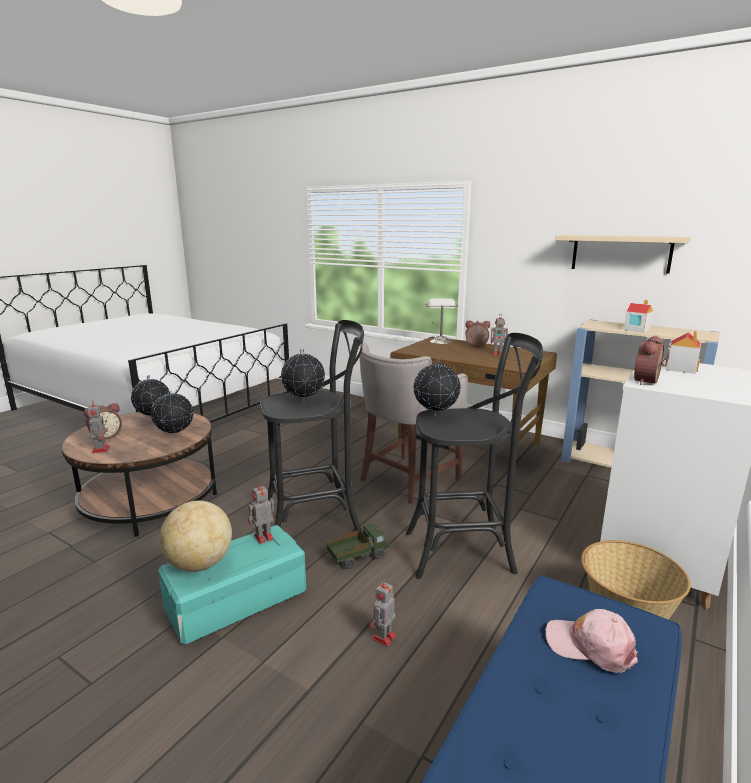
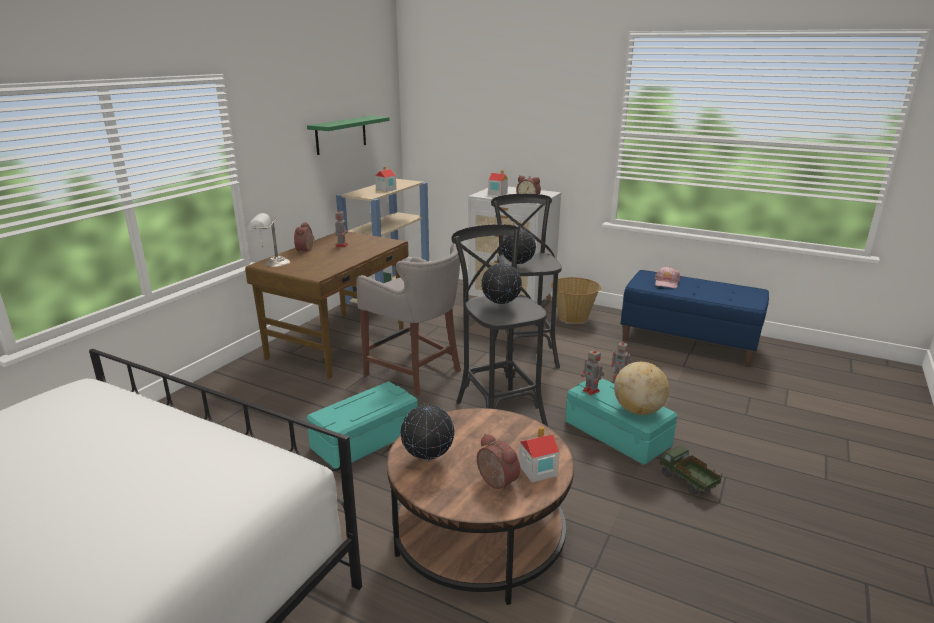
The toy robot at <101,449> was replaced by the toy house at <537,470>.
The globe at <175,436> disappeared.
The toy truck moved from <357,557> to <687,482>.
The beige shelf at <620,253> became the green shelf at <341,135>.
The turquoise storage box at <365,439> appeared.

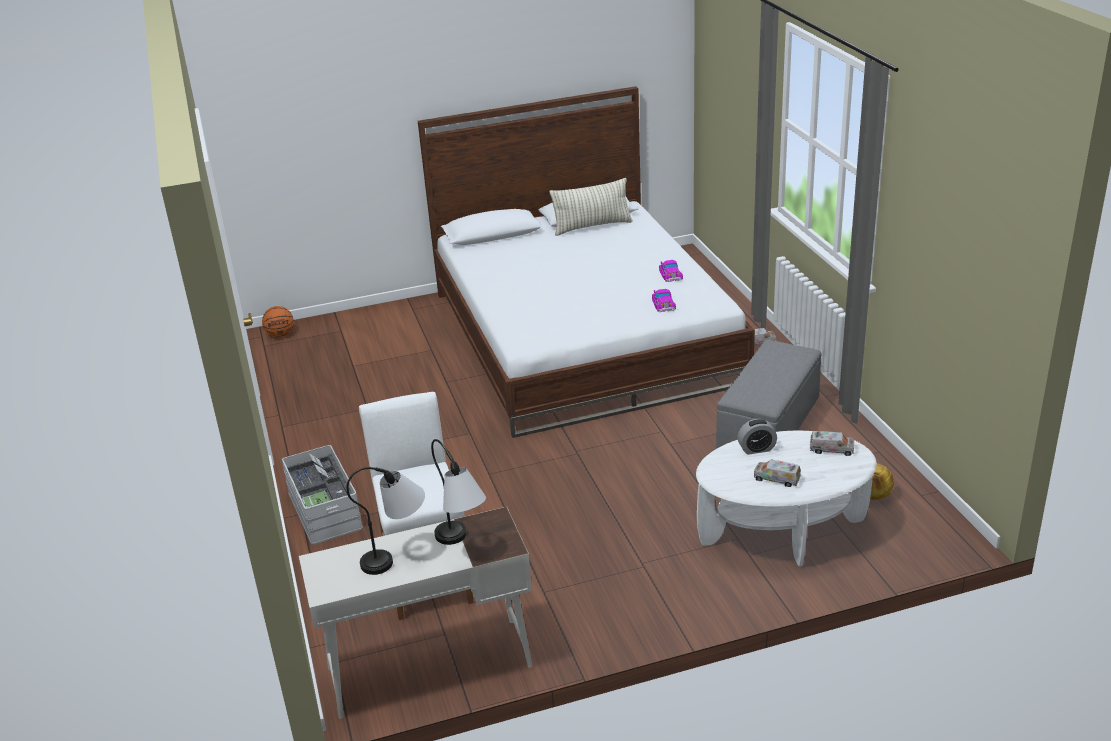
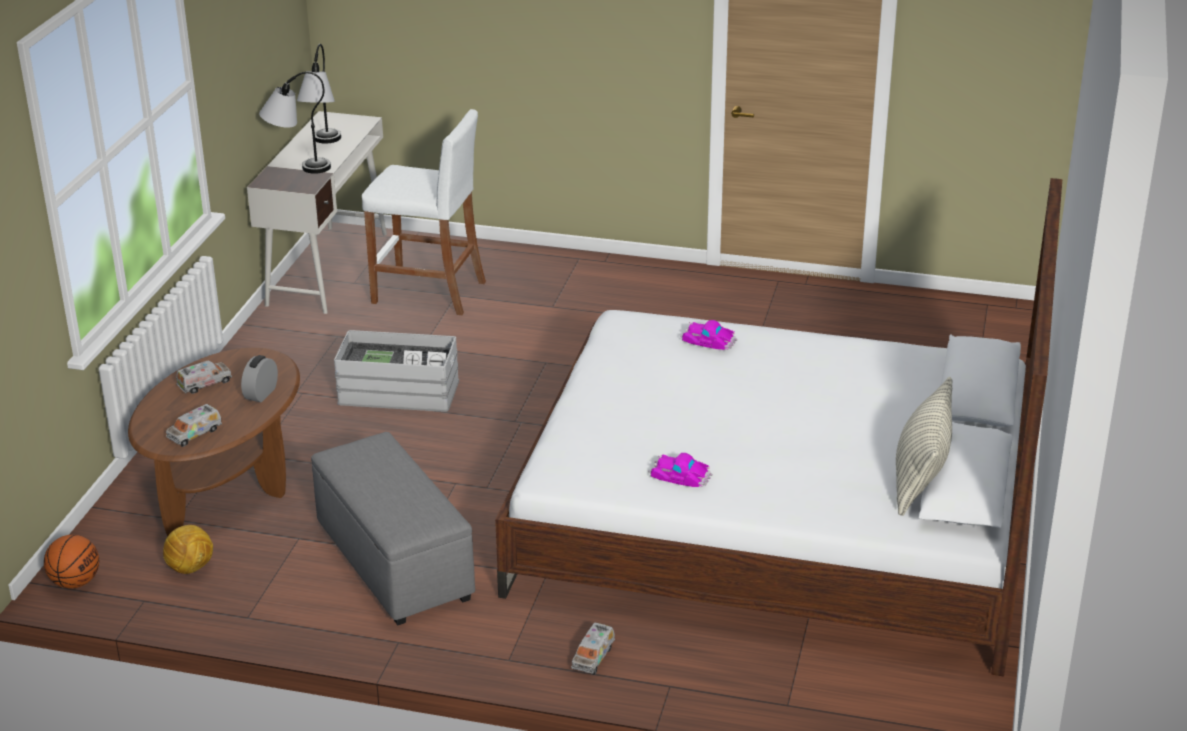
The basketball moved from <280,335> to <75,582>.
The grey storage box moved from <323,510> to <399,391>.
The toy car moved from <663,303> to <708,340>.
The white coffee table at <782,532> became the brown coffee table at <227,484>.

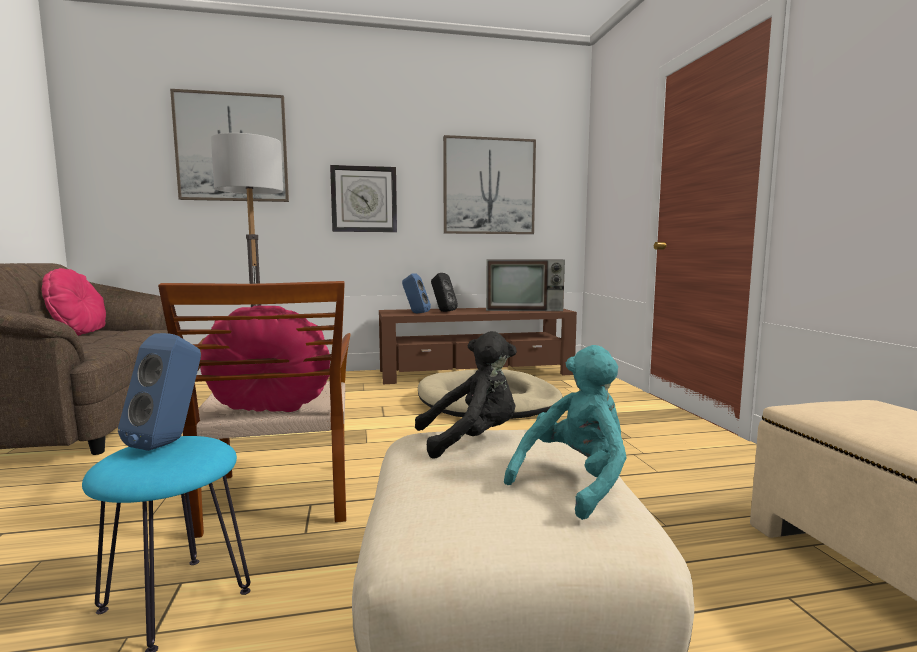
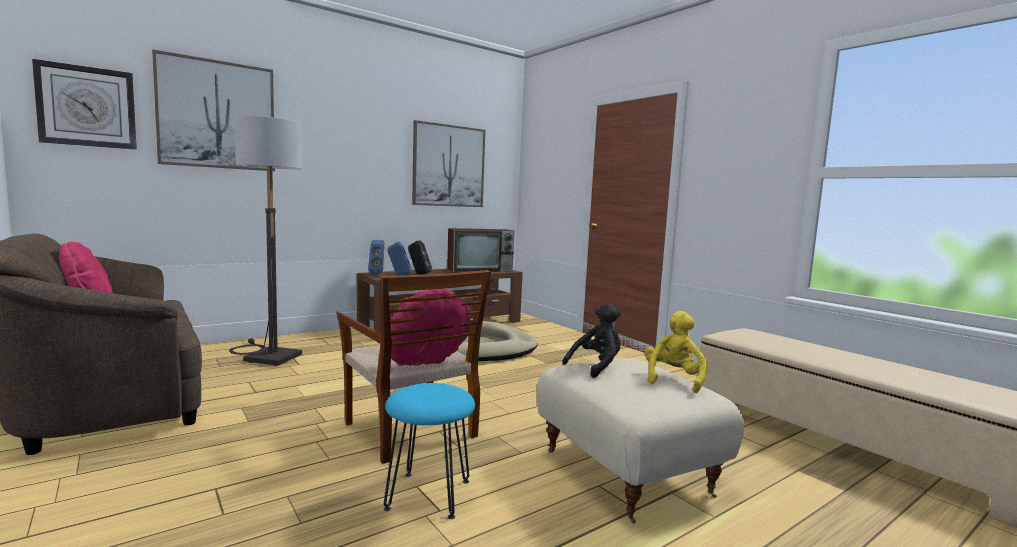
The blue speaker moved from <169,442> to <377,274>.
The wall clock moved from <364,199> to <87,107>.
The turquoise plush toy at <575,482> became the yellow plush toy at <673,379>.

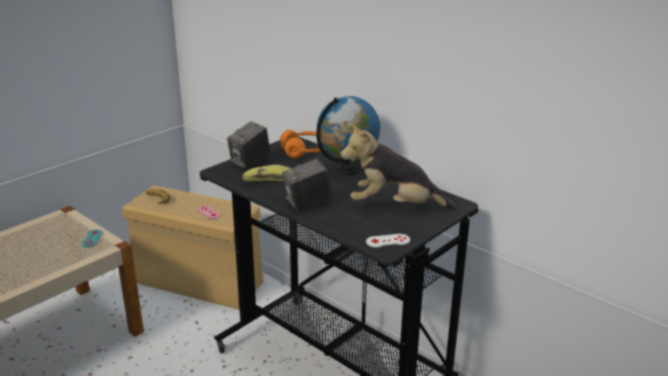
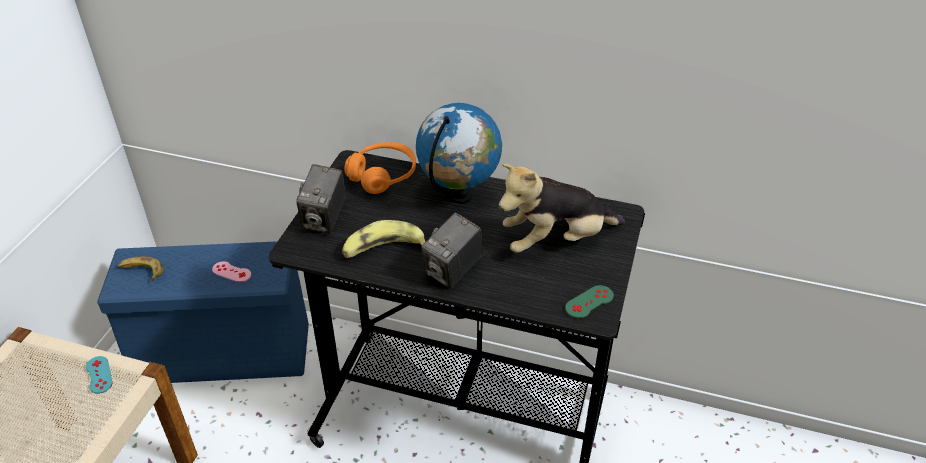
The beige storage box at <196,282> became the blue storage box at <220,354>.
The white game controller at <388,241> became the green game controller at <589,302>.

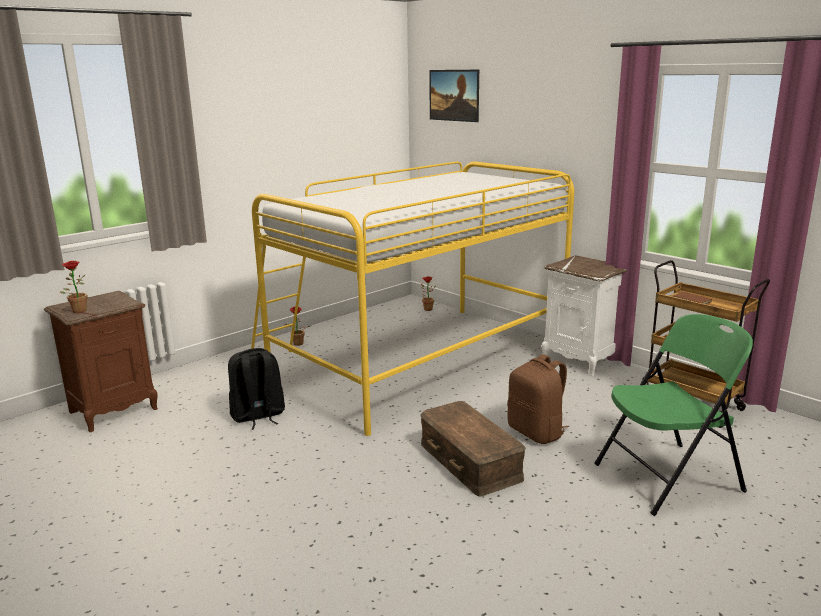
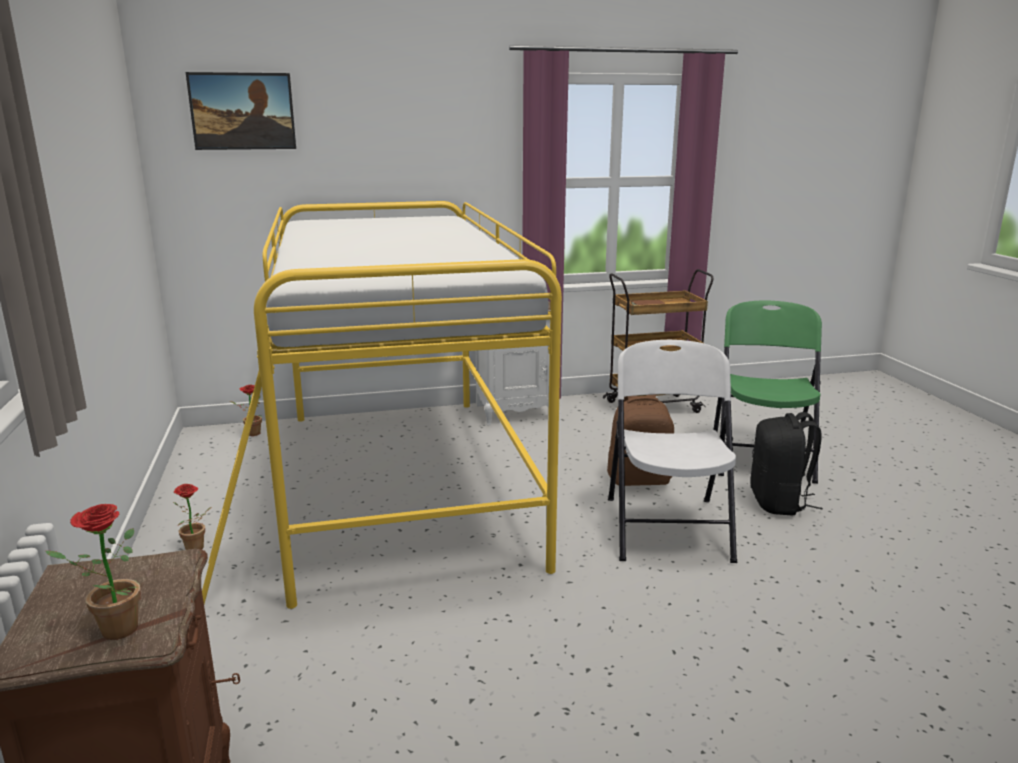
The black backpack moved from <258,416> to <779,503>.
The brown storage box at <471,461> was replaced by the white chair at <668,529>.

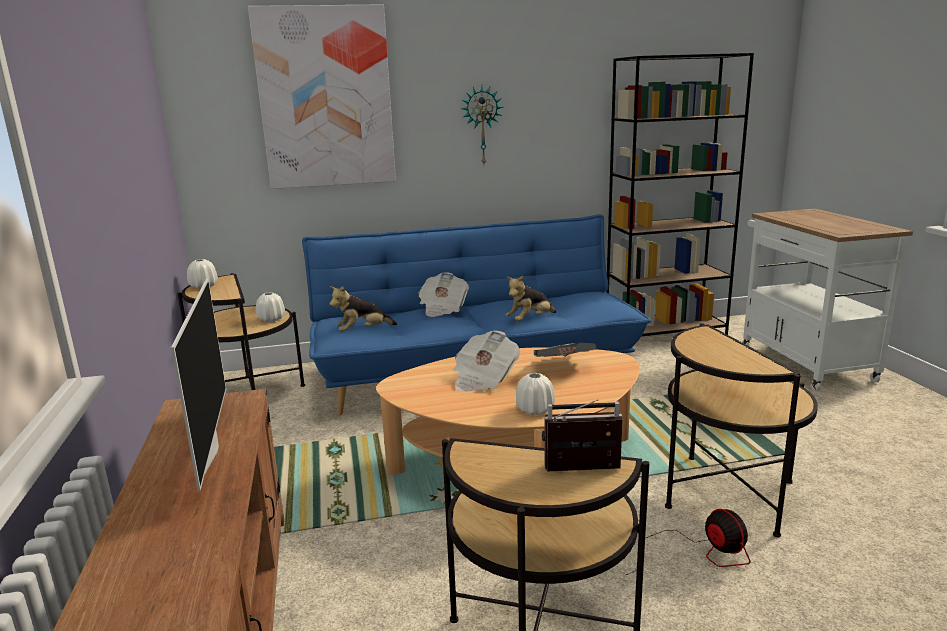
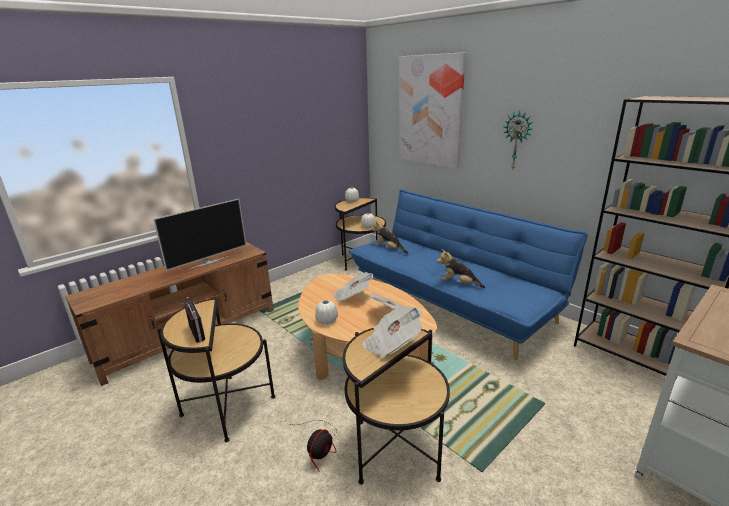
The newspaper moved from <442,308> to <392,344>.

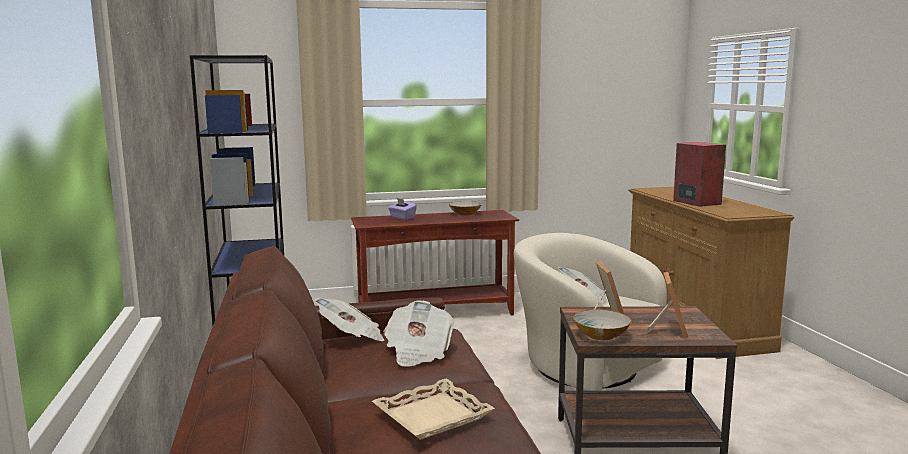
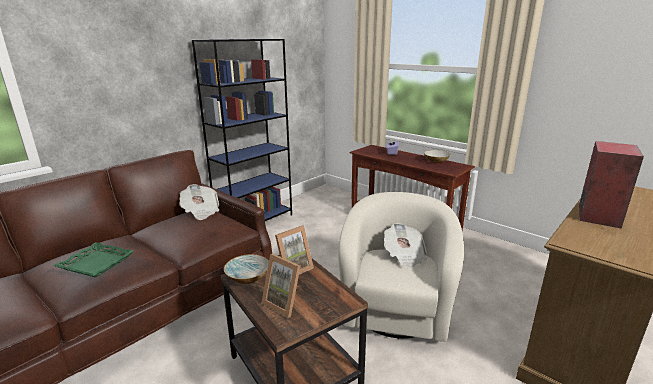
The beige tray at <433,416> became the green tray at <96,264>.
The newspaper at <418,352> disappeared.
The picture frame at <668,330> turned 60 degrees clockwise.

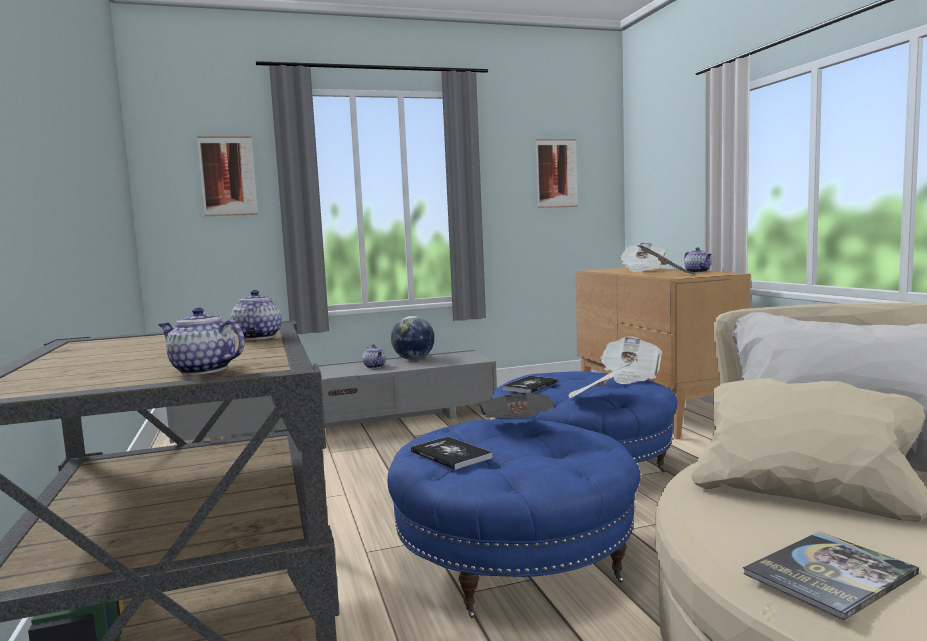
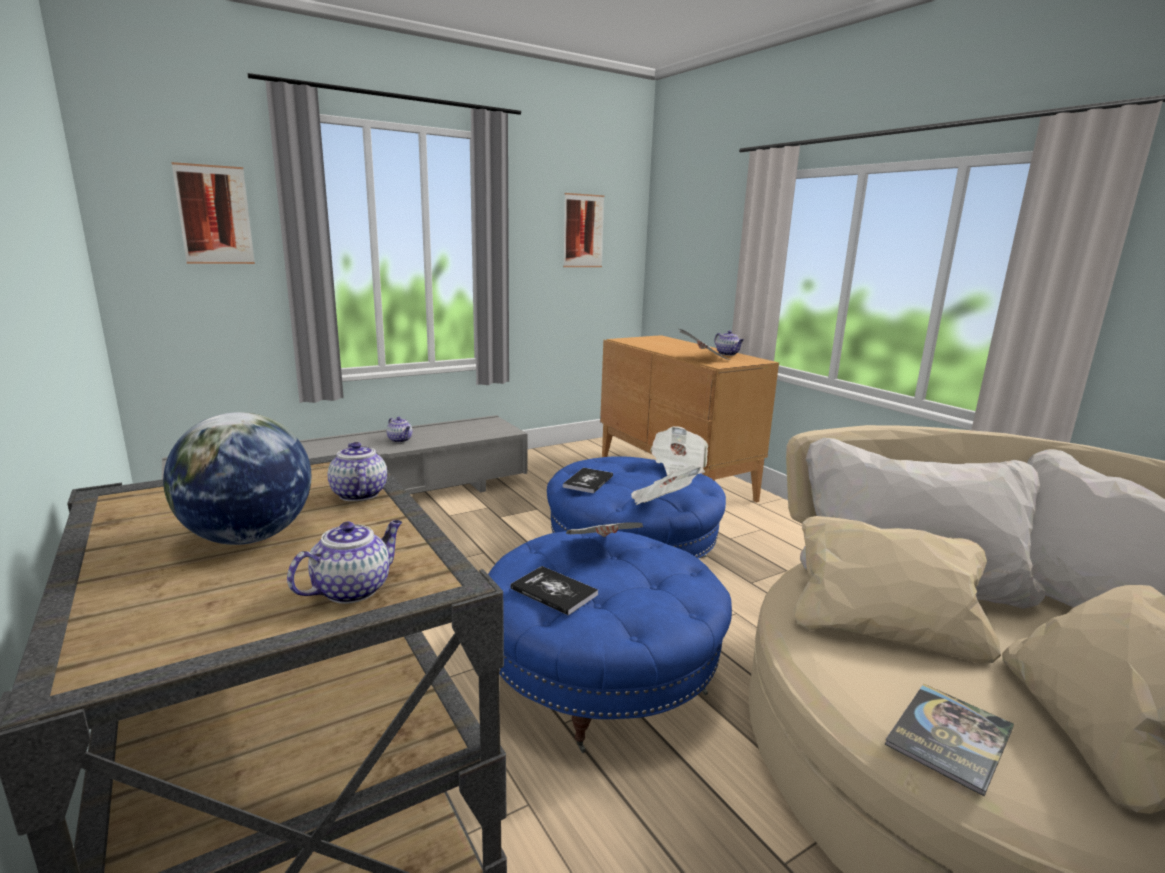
The teapot at <202,370> turned 120 degrees clockwise.
The globe moved from <413,359> to <248,537>.
The newspaper at <642,270> disappeared.

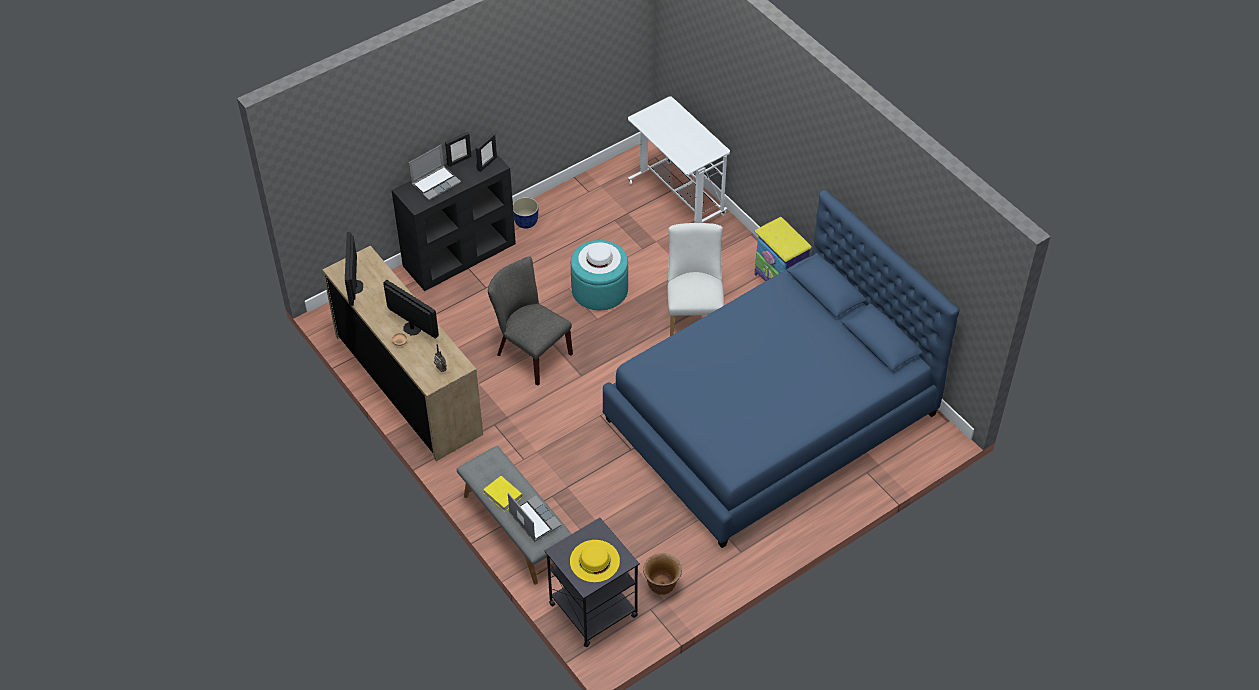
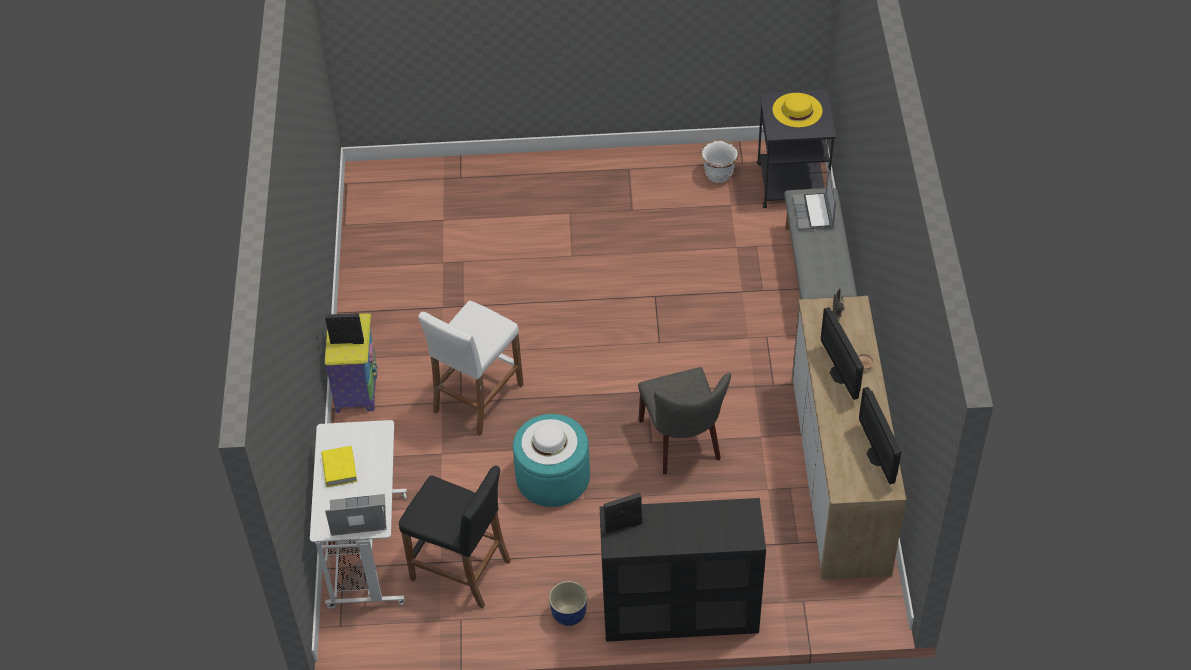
The monitor at <355,287> turned 135 degrees clockwise.
The laptop moved from <436,183> to <357,517>.
The picture frame moved from <459,160> to <347,342>.
The yellow book moved from <503,495> to <339,469>.
The blue bed at <771,417> disappeared.
The brown planter at <662,585> became the white planter at <718,175>.
The white chair at <694,314> was replaced by the white stool at <477,398>.
The black stool at <461,570> appeared.

